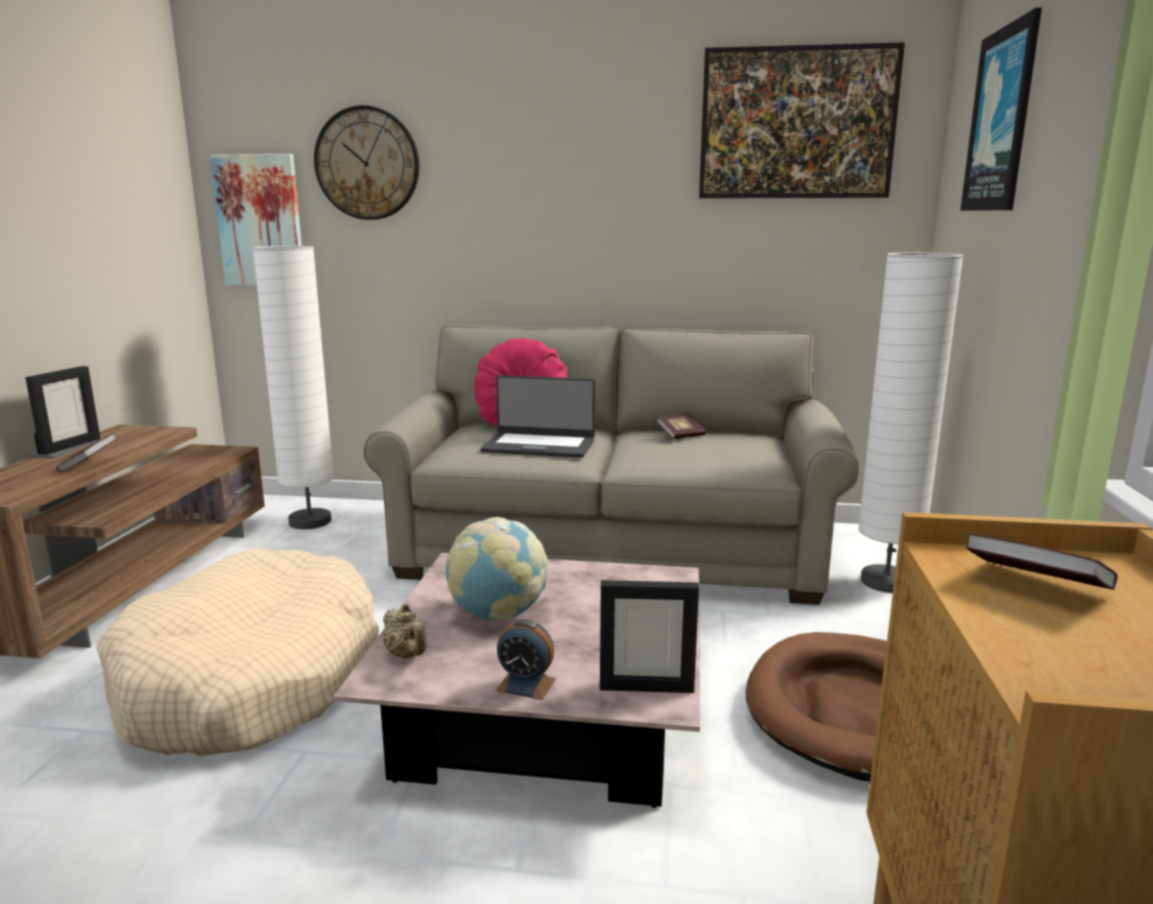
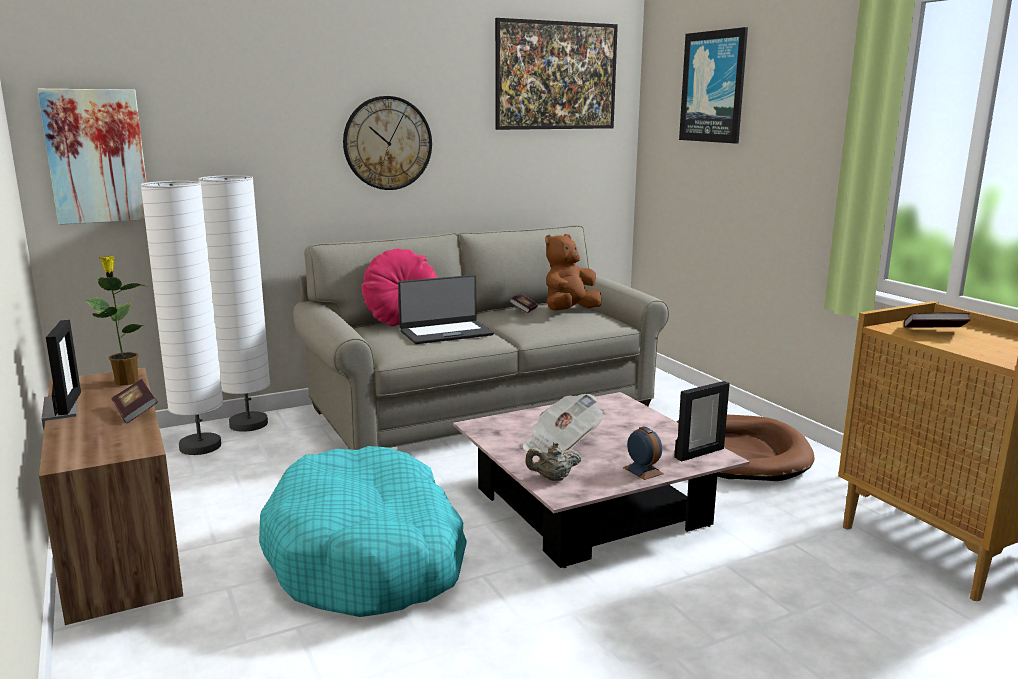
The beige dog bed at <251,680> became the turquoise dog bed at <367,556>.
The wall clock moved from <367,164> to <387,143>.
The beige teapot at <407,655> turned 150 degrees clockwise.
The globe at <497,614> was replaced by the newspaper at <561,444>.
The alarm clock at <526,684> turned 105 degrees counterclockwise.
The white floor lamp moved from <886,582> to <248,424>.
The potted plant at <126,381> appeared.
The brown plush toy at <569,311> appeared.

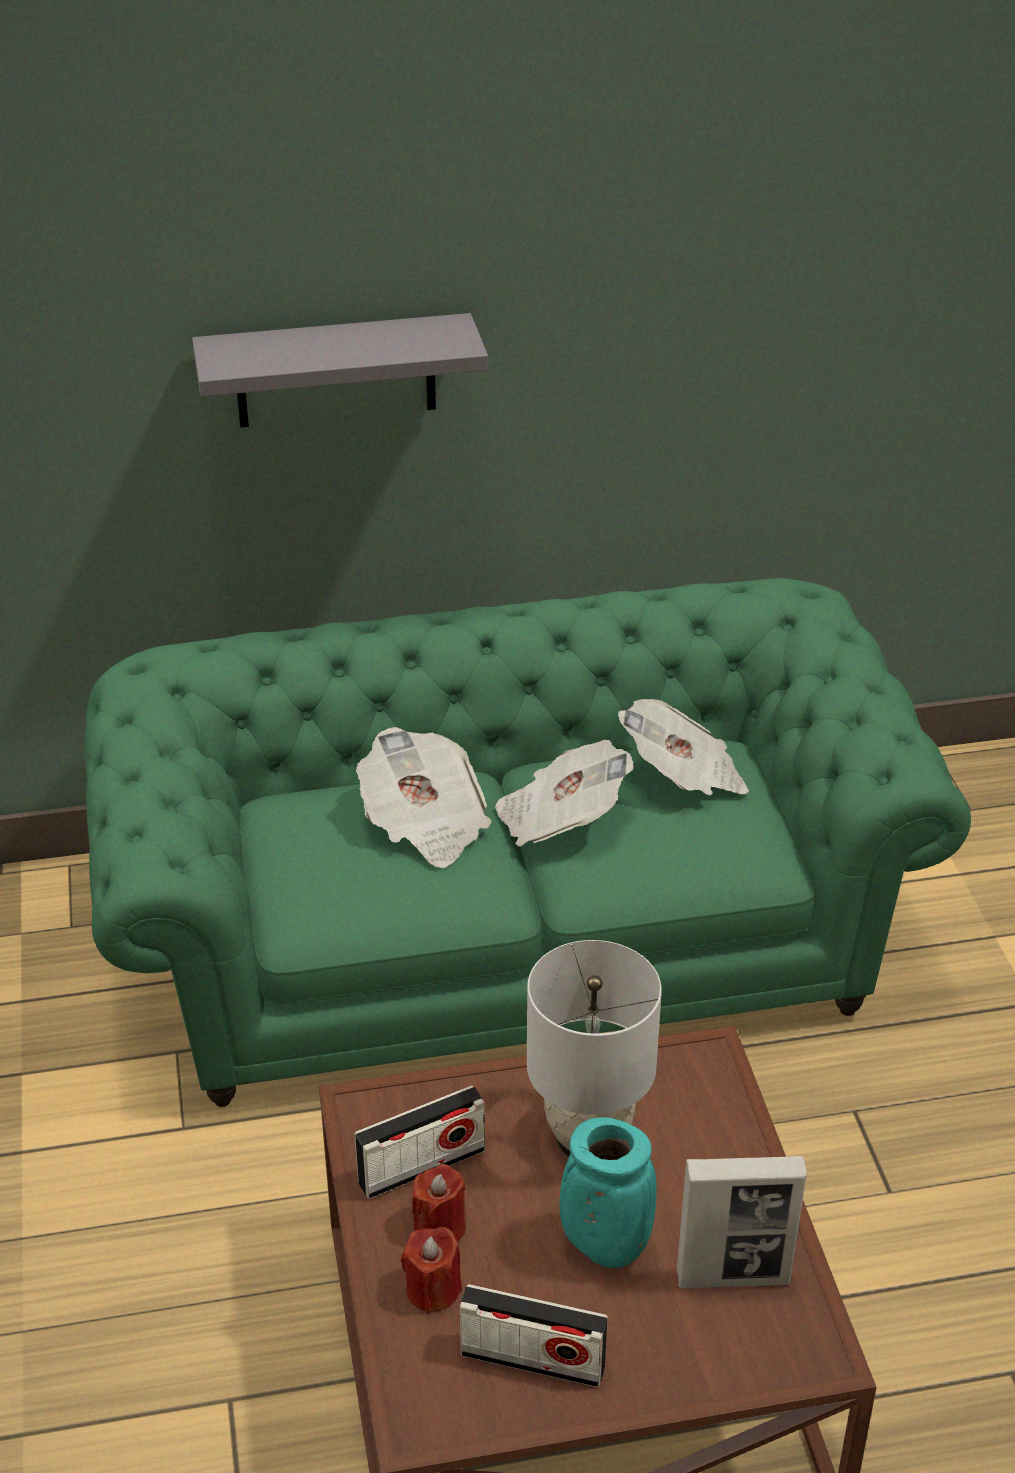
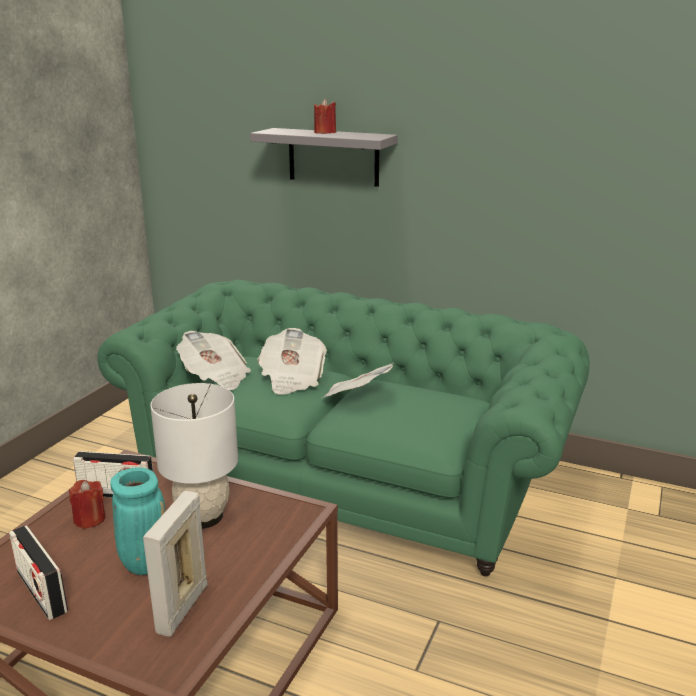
The red candle moved from <433,1290> to <325,133>.
The newspaper moved from <683,777> to <215,377>.
The picture frame at <733,1277> turned 75 degrees clockwise.

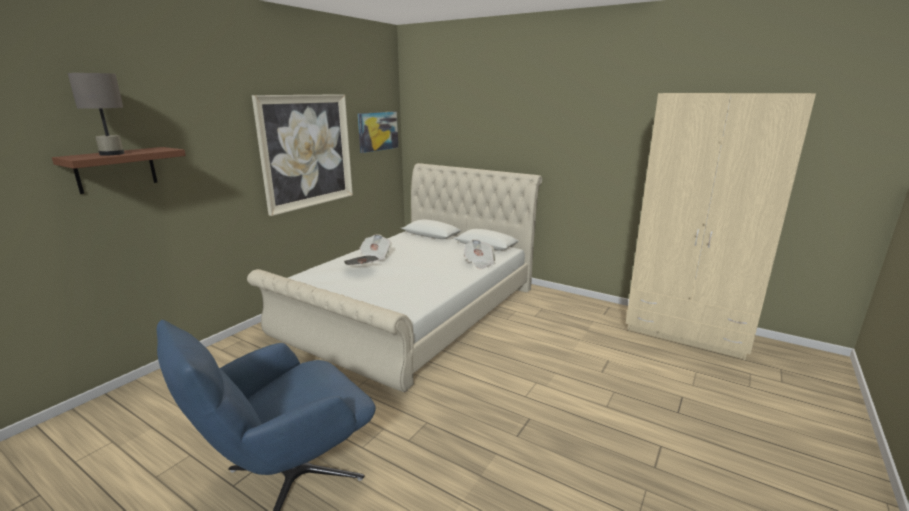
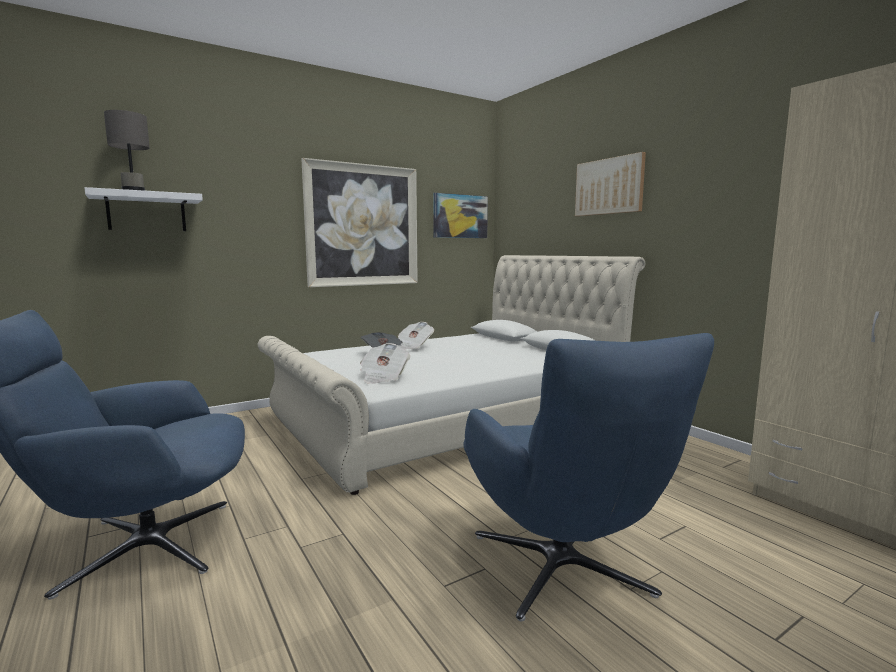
The brown shelf at <116,169> became the white shelf at <146,212>.
The newspaper moved from <479,263> to <383,377>.
The blue armchair at <561,567> appeared.
The picture at <609,186> appeared.

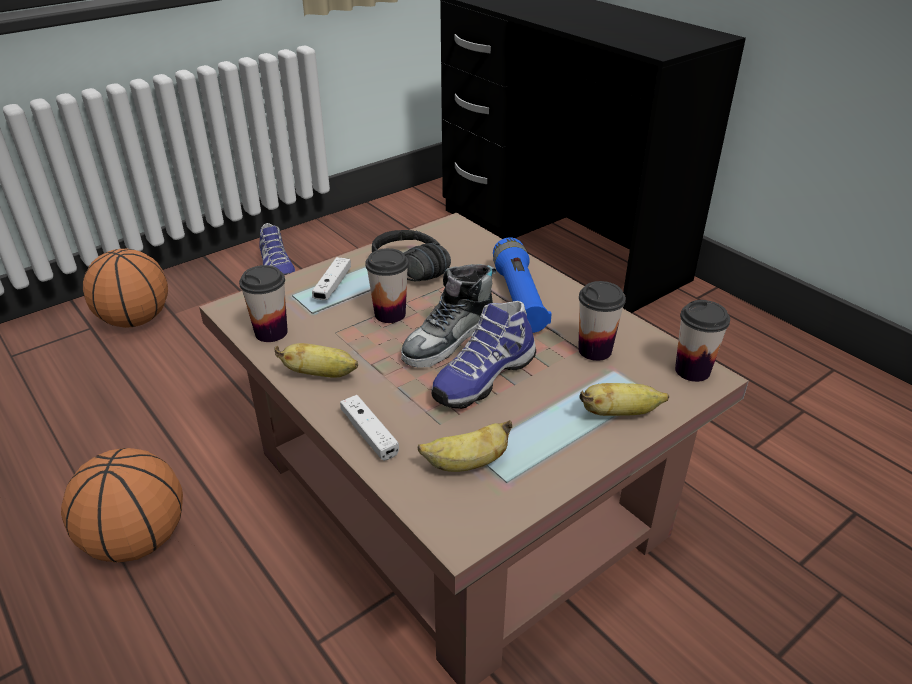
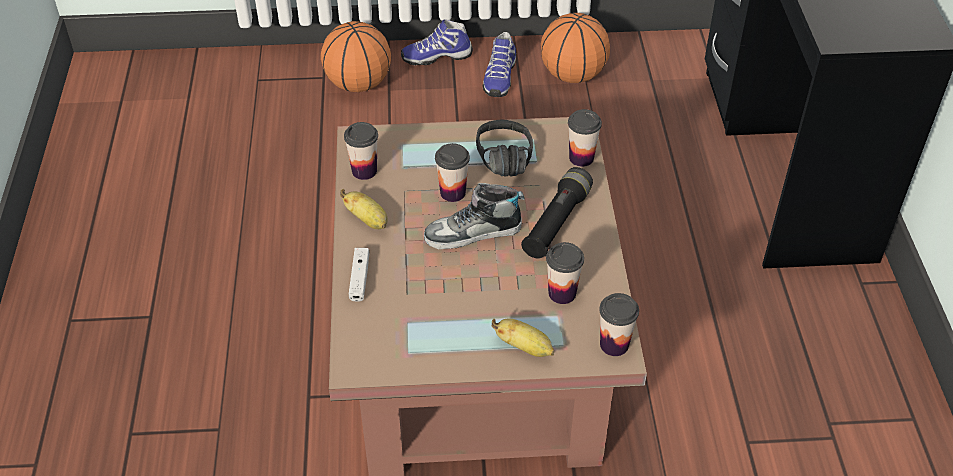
The basketball moved from <137,541> to <573,75>.
The white game controller at <333,286> disappeared.
The banana at <466,464> disappeared.
The shoe moved from <482,377> to <436,56>.
The blue flashlight at <519,298> became the black flashlight at <556,223>.
The cup at <581,158> appeared.

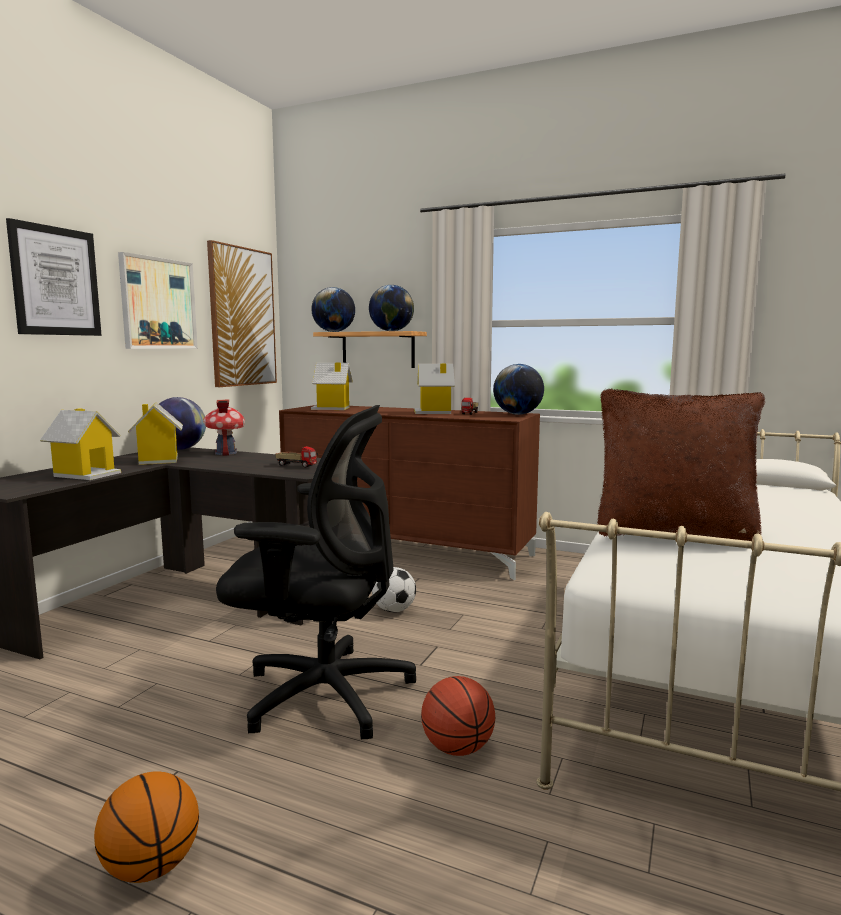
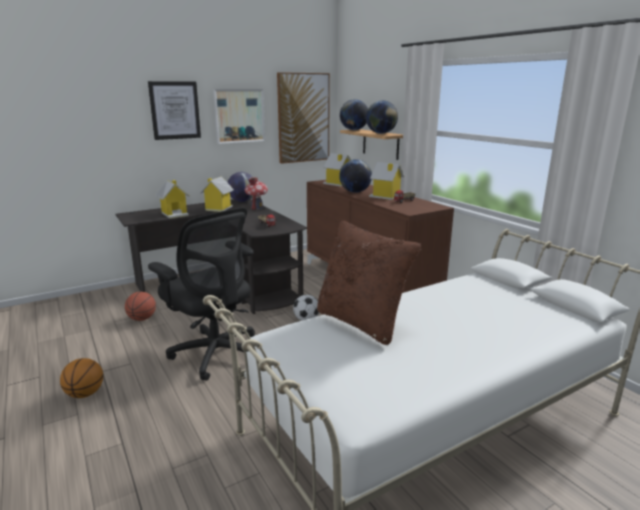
The basketball moved from <457,748> to <142,319>.
The globe moved from <517,414> to <355,192>.

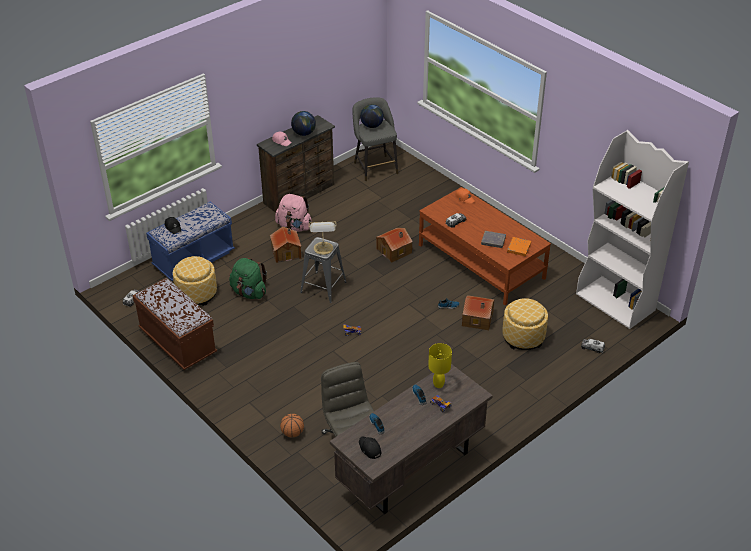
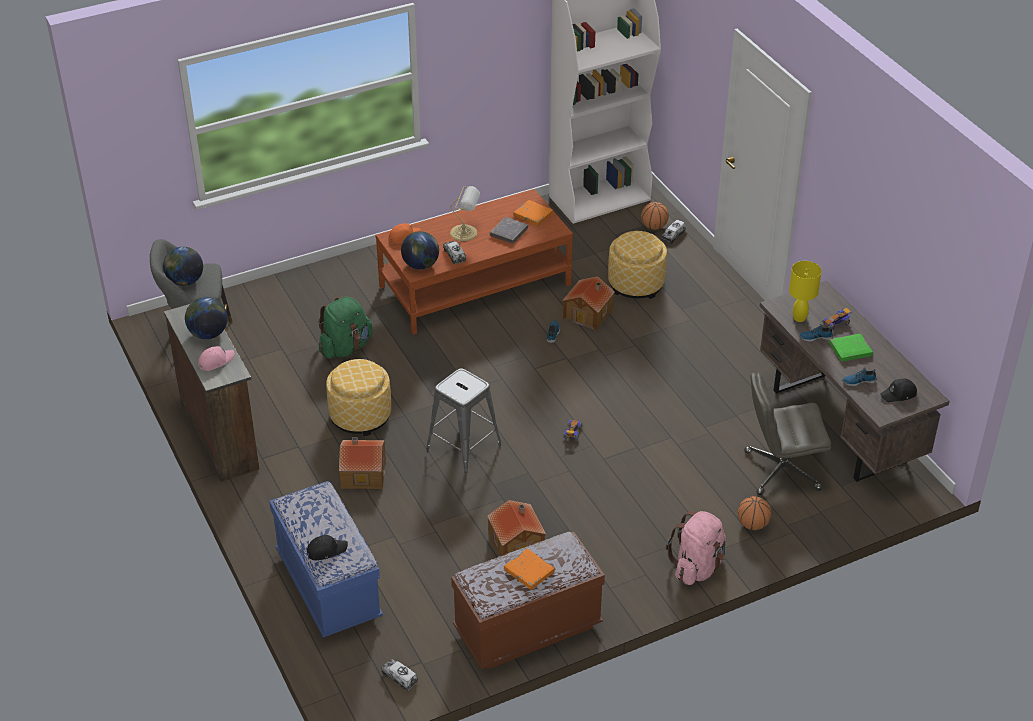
The ottoman moved from <197,294> to <360,416>.
The green backpack moved from <249,293> to <346,348>.
The pink backpack moved from <294,227> to <697,567>.
The table lamp moved from <323,249> to <465,233>.
The toy house moved from <395,251> to <517,542>.
The globe at <421,265> appeared.
The orange book at <529,571> appeared.
The basketball at <654,226> appeared.
The green book at <850,350> appeared.

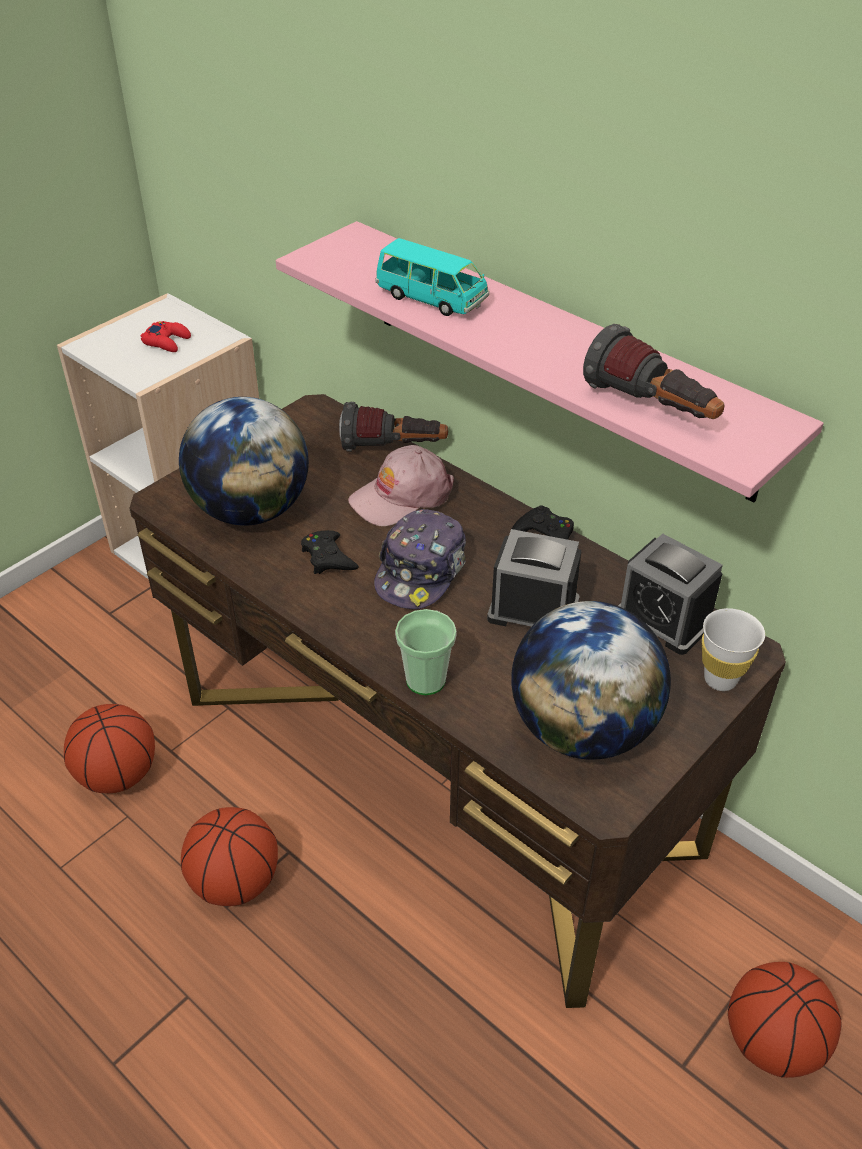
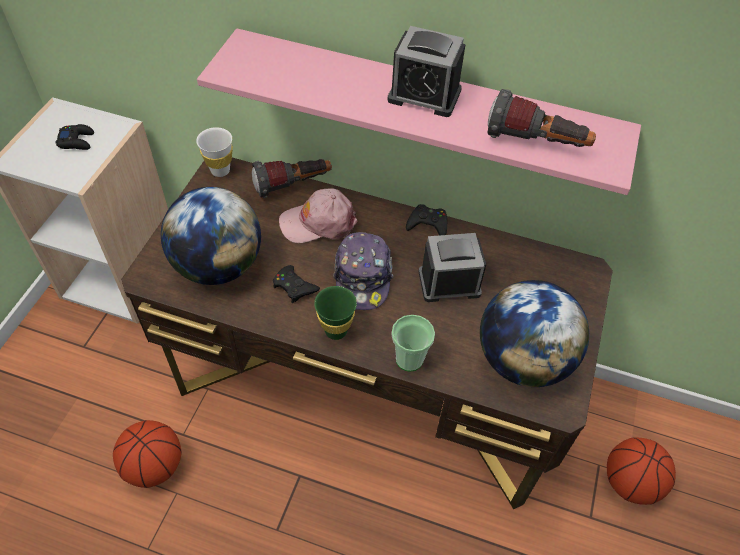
The red game controller at <167,341> became the black game controller at <77,141>.
The basketball at <234,882> disappeared.
The pink cap at <401,496> turned 45 degrees clockwise.
The turquoise toy car at <431,299> disappeared.
The alarm clock moved from <663,619> to <424,95>.
The white cup moved from <720,679> to <220,170>.
The green cup at <336,330> appeared.

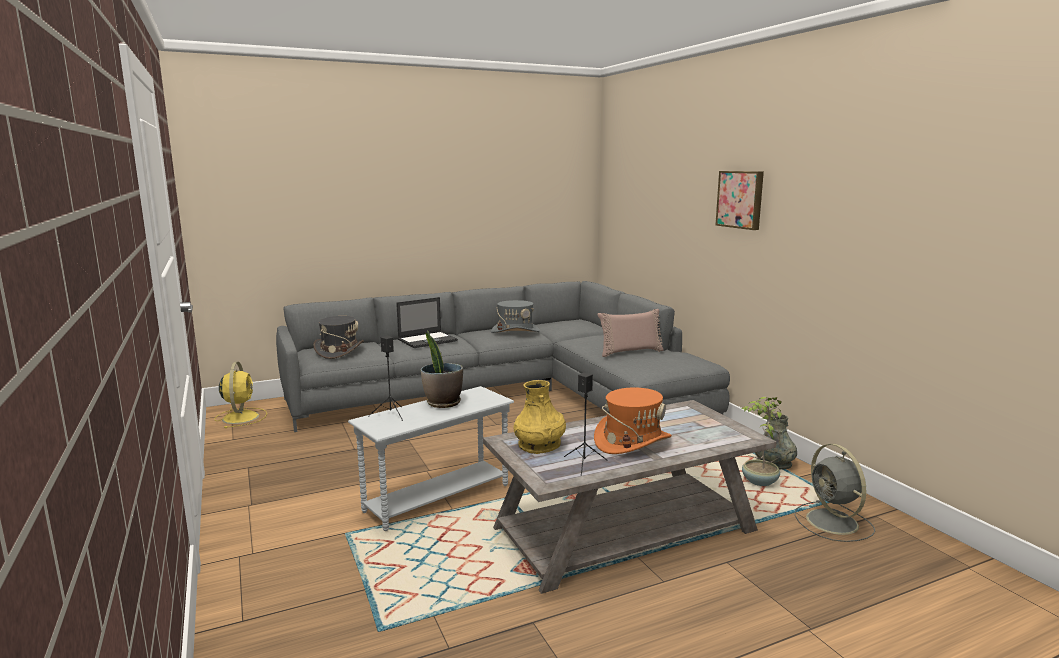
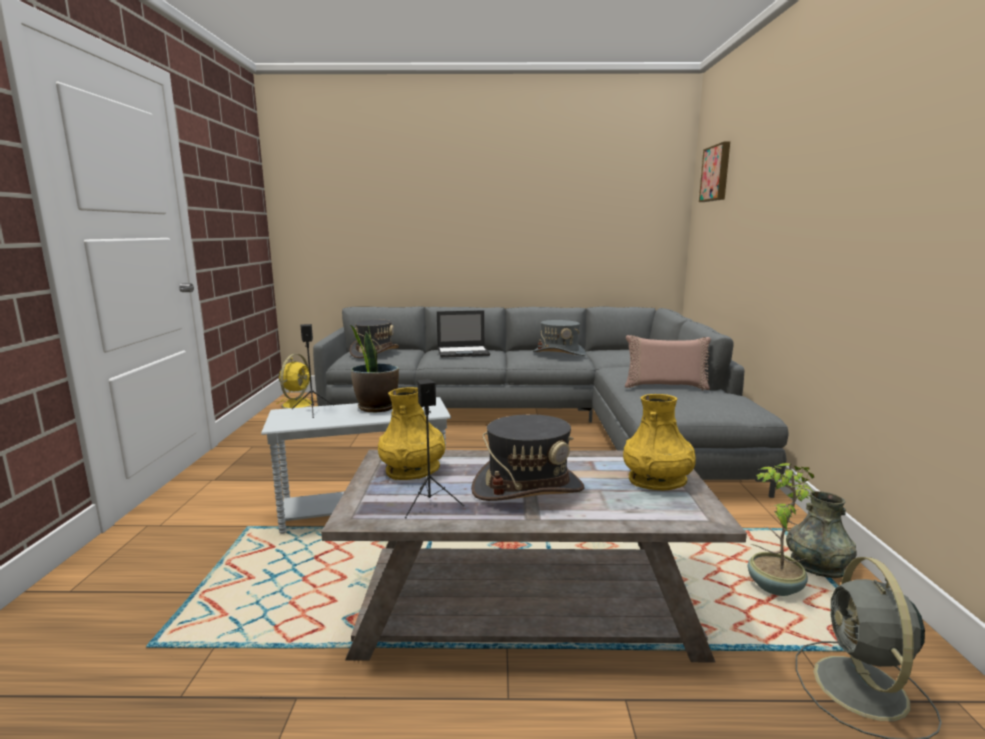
The orange hat at <632,441> became the grey hat at <528,488>.
The picture moved from <741,199> to <716,173>.
The yellow vase at <657,480> appeared.

